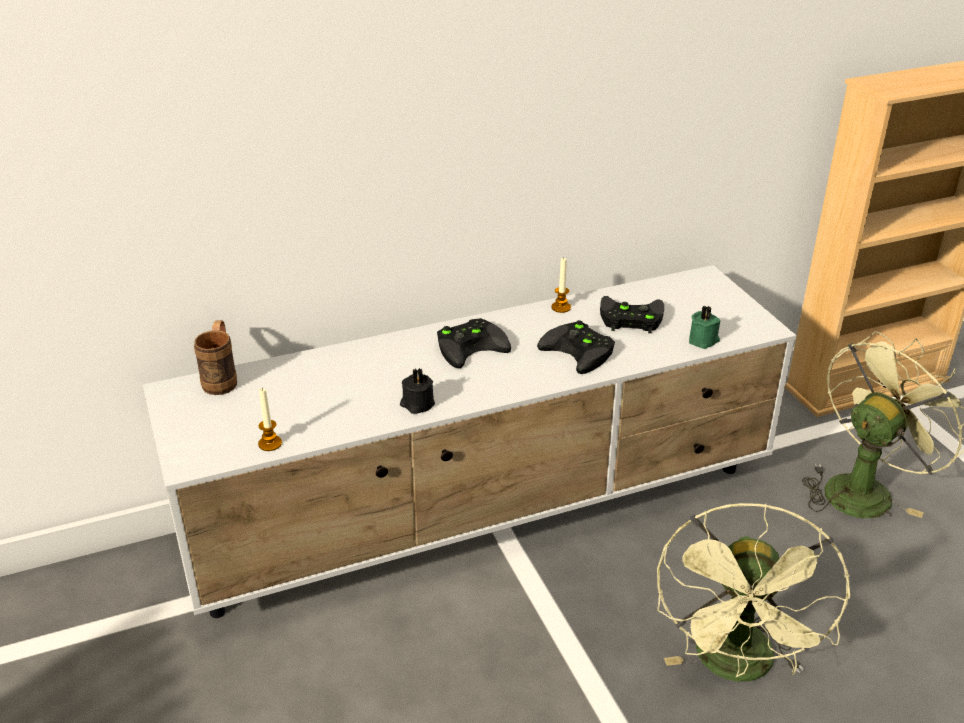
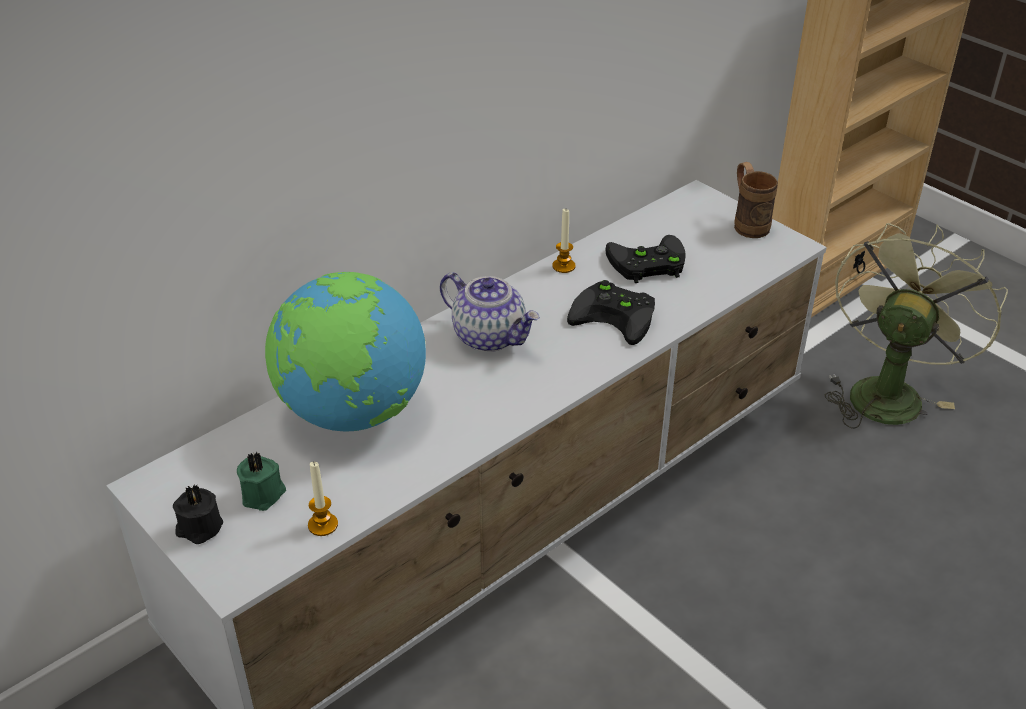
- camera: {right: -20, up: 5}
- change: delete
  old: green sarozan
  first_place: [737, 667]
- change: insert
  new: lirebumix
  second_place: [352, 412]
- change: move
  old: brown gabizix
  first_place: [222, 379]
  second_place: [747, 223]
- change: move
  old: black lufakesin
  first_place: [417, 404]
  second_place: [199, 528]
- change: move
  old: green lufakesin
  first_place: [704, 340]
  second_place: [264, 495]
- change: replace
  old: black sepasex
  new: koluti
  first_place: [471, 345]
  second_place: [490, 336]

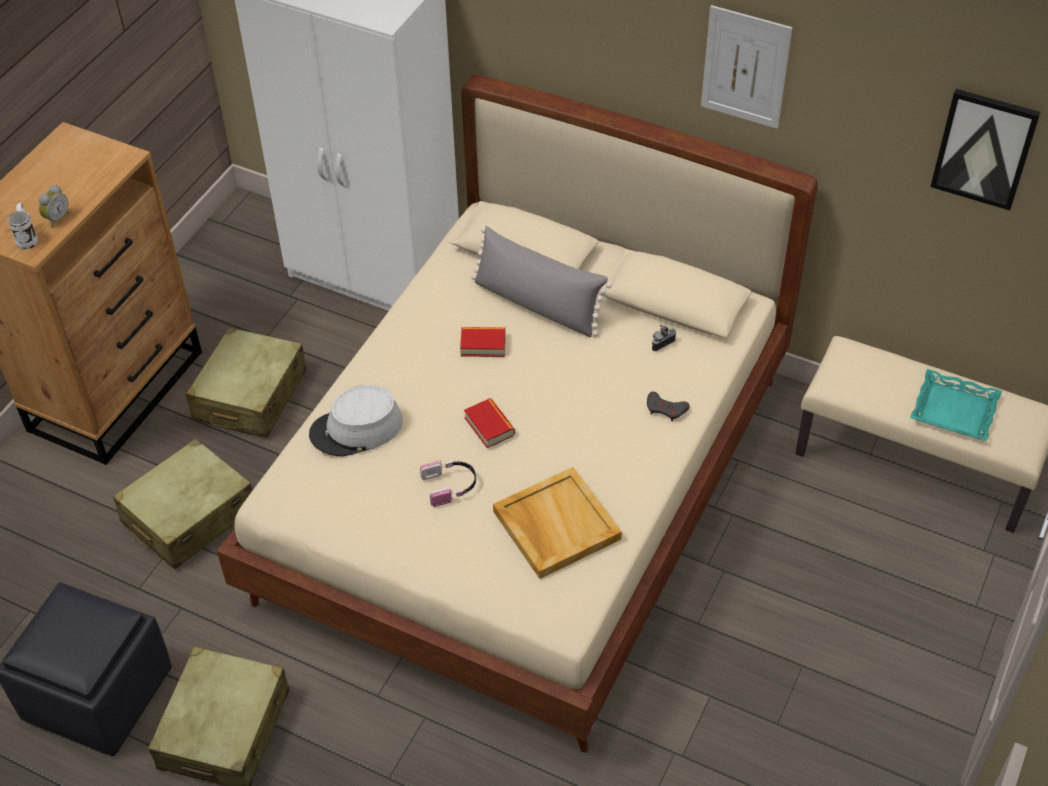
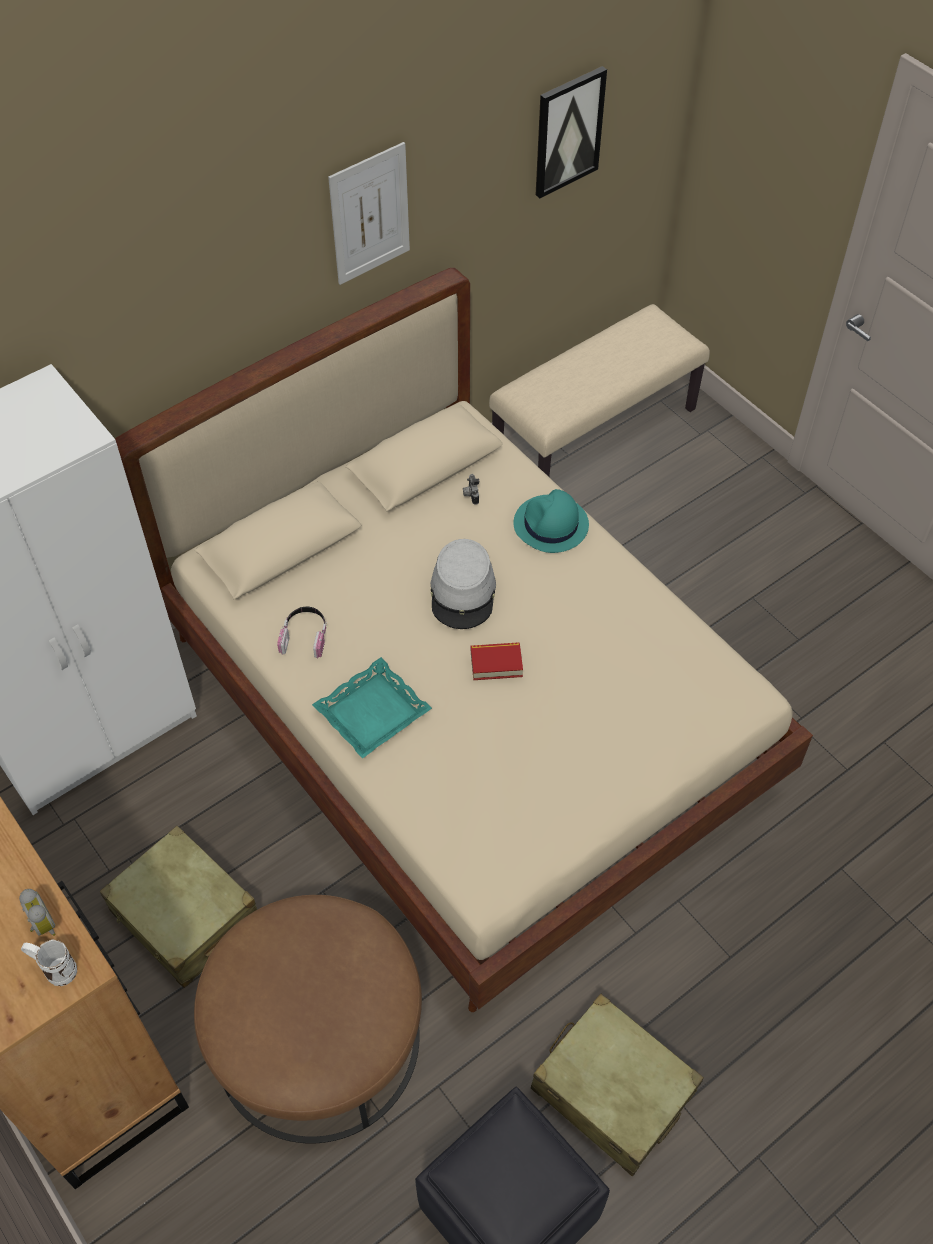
- camera: {right: -65, up: 5}
- change: delete
  old: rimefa
  first_place: [483, 345]
- change: delete
  old: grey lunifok
  first_place: [537, 304]
- change: delete
  old: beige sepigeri
  first_place: [555, 525]
- change: move
  old: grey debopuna
  first_place: [356, 429]
  second_place: [463, 592]
- change: move
  old: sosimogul
  first_place: [450, 486]
  second_place: [305, 636]
- change: move
  old: turquoise sepigeri
  first_place: [953, 411]
  second_place: [373, 713]
- change: replace
  old: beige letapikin
  new: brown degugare
  first_place: [188, 516]
  second_place: [318, 1038]
- change: replace
  old: grey sepasex
  new: turquoise debopuna
  first_place: [666, 409]
  second_place: [550, 525]

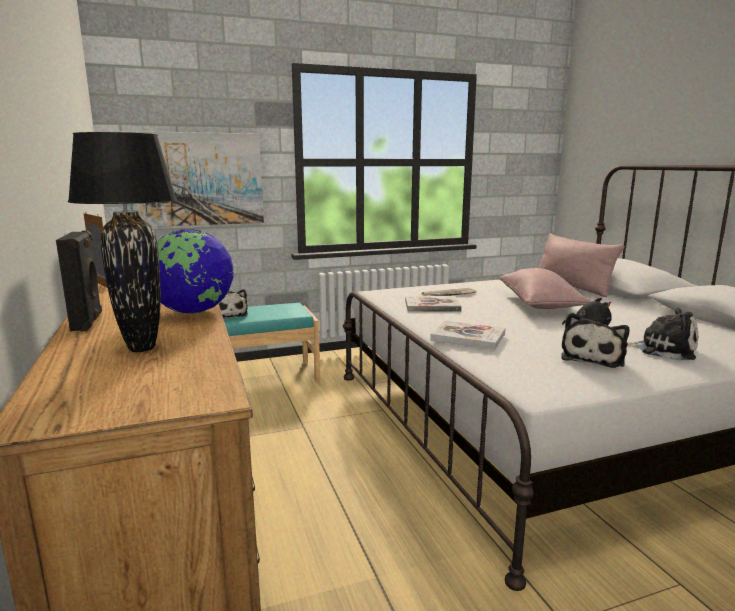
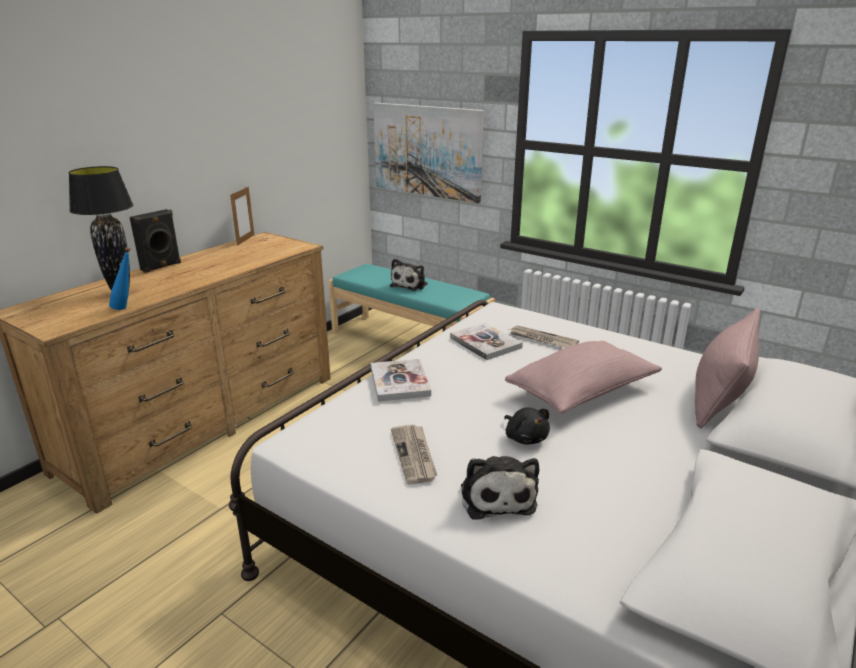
- camera: {right: 55, up: 10}
- change: delete
  old: lirebumix
  first_place: [193, 312]
- change: insert
  new: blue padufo
  second_place: [127, 308]
- change: replace
  old: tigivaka
  new: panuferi
  first_place: [593, 357]
  second_place: [414, 455]

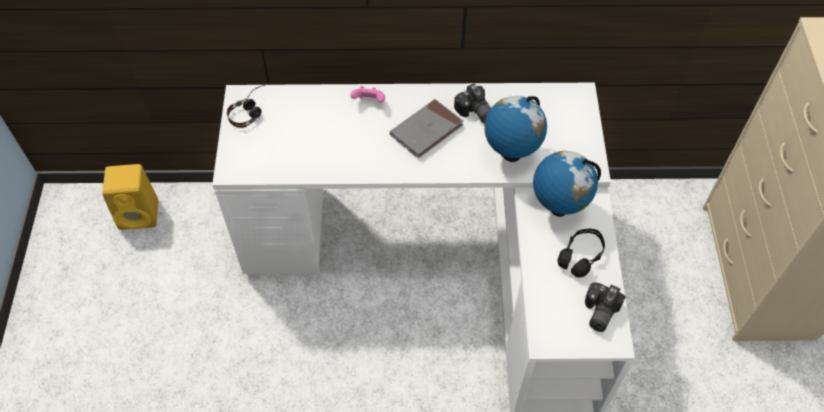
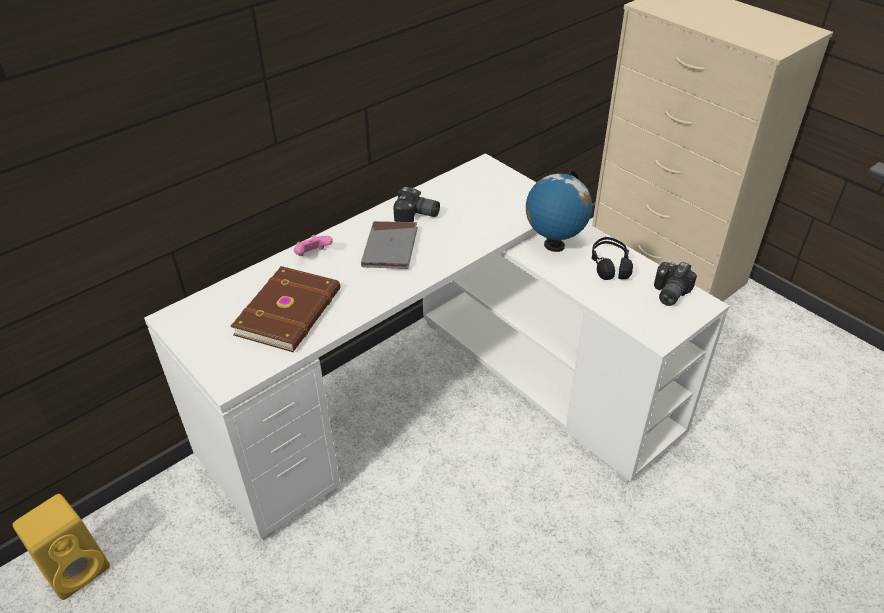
- camera: {right: -40, up: -15}
- change: delete
  old: sosimogul
  first_place: [251, 111]
- change: delete
  old: lirebumix
  first_place: [511, 154]
- change: insert
  new: brown rimefa
  second_place: [290, 312]
- change: rotate
  old: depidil
  first_place: [598, 312]
  second_place: [668, 293]
  degrees: 45

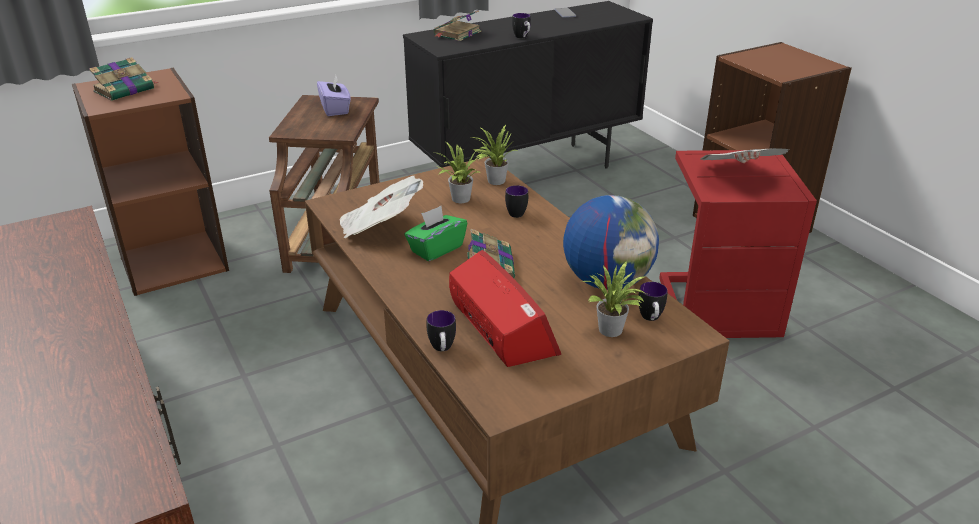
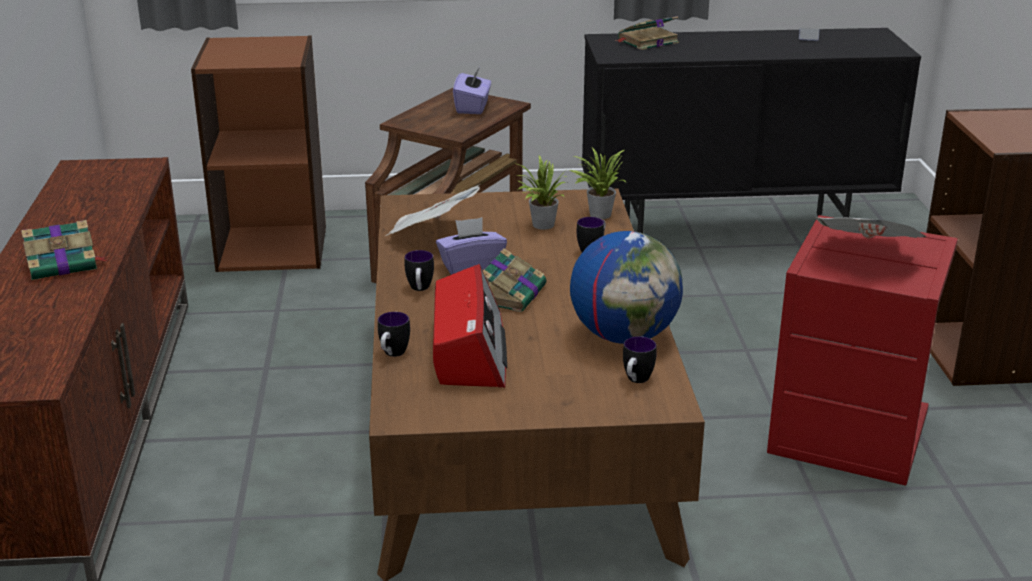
- camera: {right: 25, up: -5}
- change: delete
  old: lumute
  first_place: [612, 331]
- change: move
  old: rimefa
  first_place: [125, 90]
  second_place: [64, 264]
- change: move
  old: gabizix
  first_place: [522, 37]
  second_place: [419, 289]
- change: recolor
  old: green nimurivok
  new: purple nimurivok
  first_place: [436, 249]
  second_place: [471, 266]

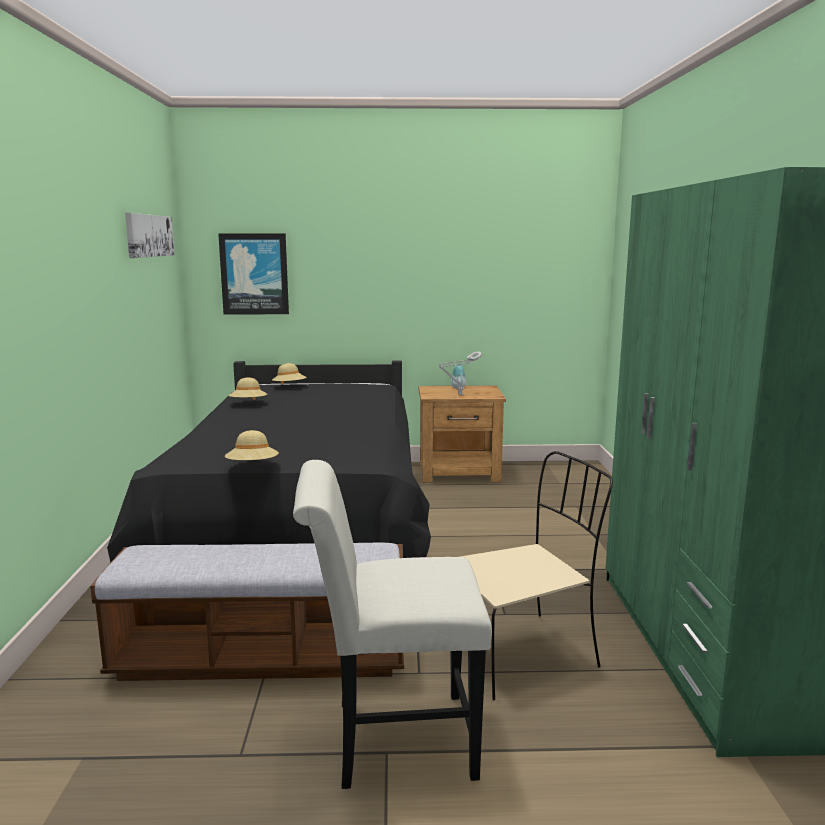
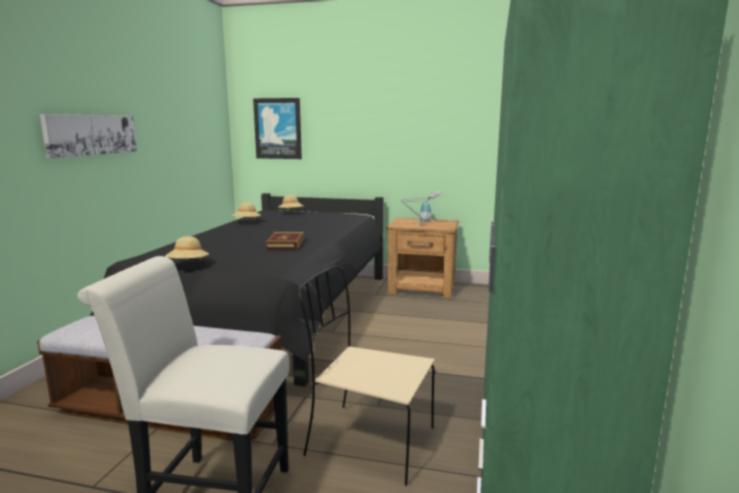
- camera: {right: 15, up: 0}
- change: insert
  new: rimefa
  second_place: [285, 243]
- change: move
  old: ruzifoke
  first_place: [149, 235]
  second_place: [91, 134]
- change: rotate
  old: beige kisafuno
  first_place: [522, 653]
  second_place: [367, 441]
  degrees: -150

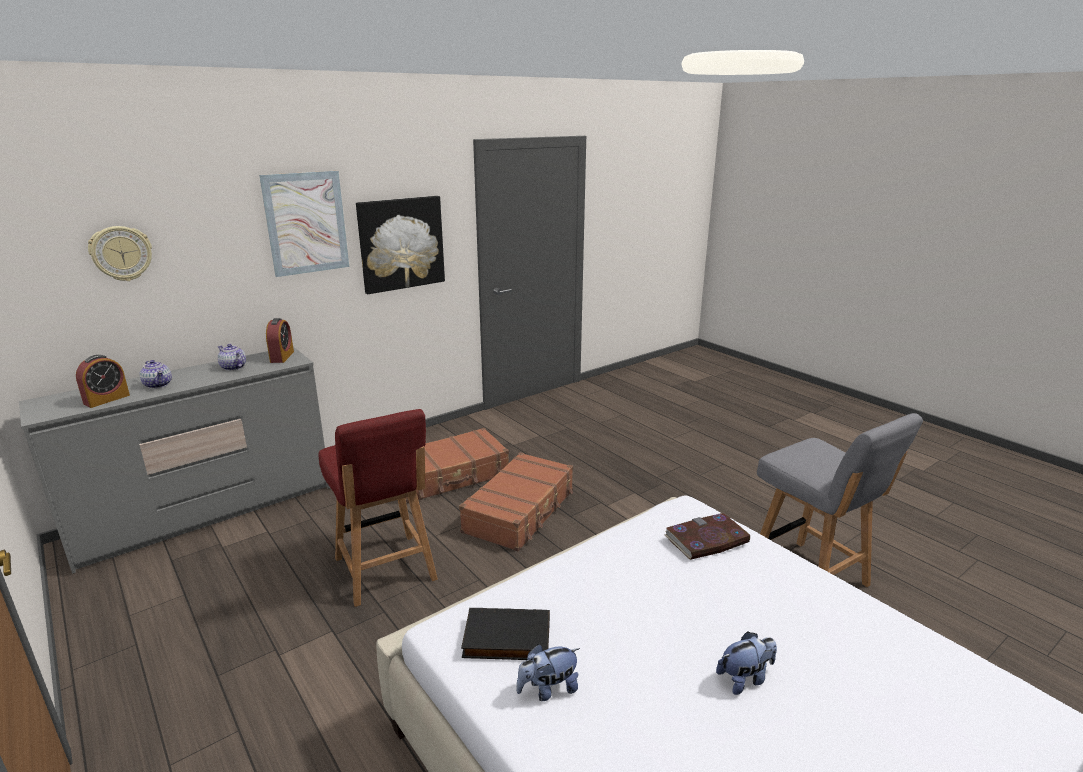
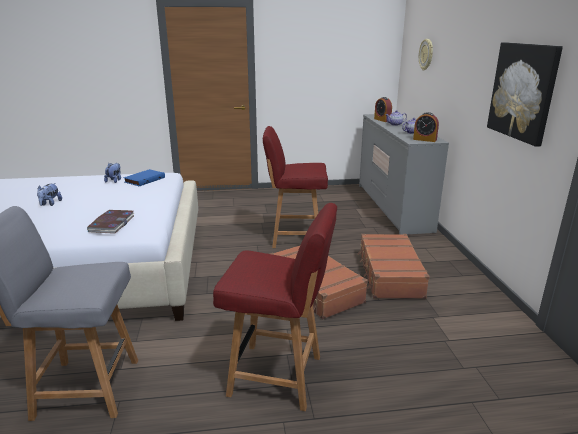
- camera: {right: 120, up: 0}
- change: delete
  old: ruzifoke
  first_place: [306, 223]
- change: insert
  new: red kisafuno
  second_place: [278, 376]
- change: recolor
  old: black rimefa
  new: blue rimefa
  first_place: [506, 640]
  second_place: [144, 179]

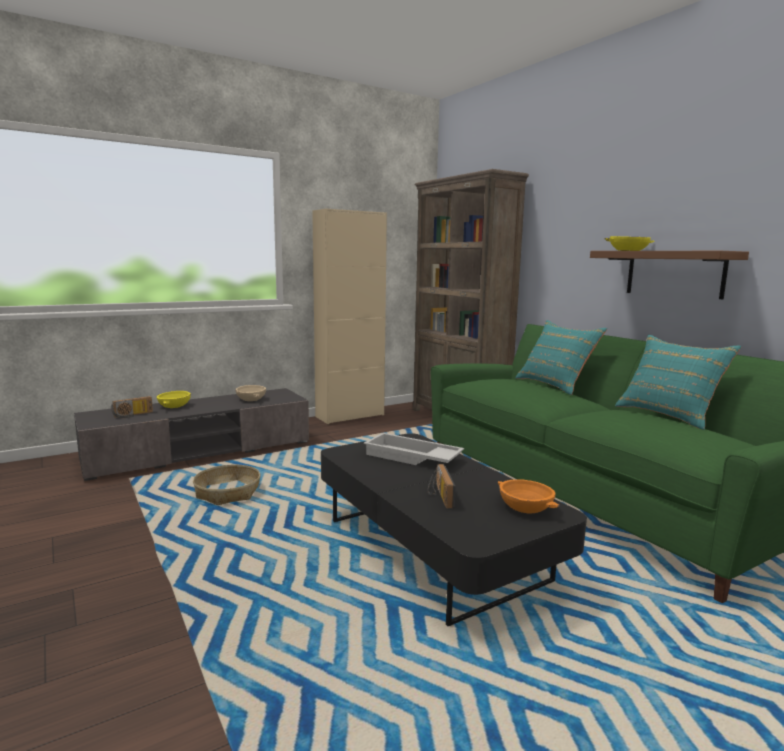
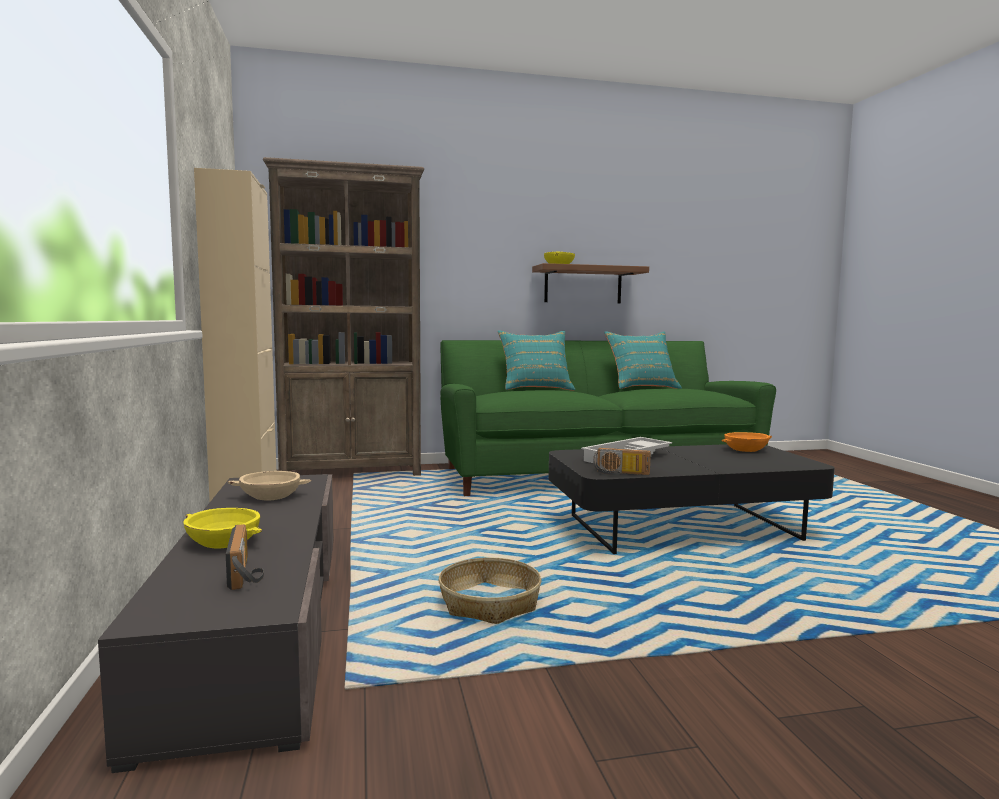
- camera: {right: -70, up: -5}
- change: move
  old: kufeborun
  first_place: [439, 496]
  second_place: [620, 473]

